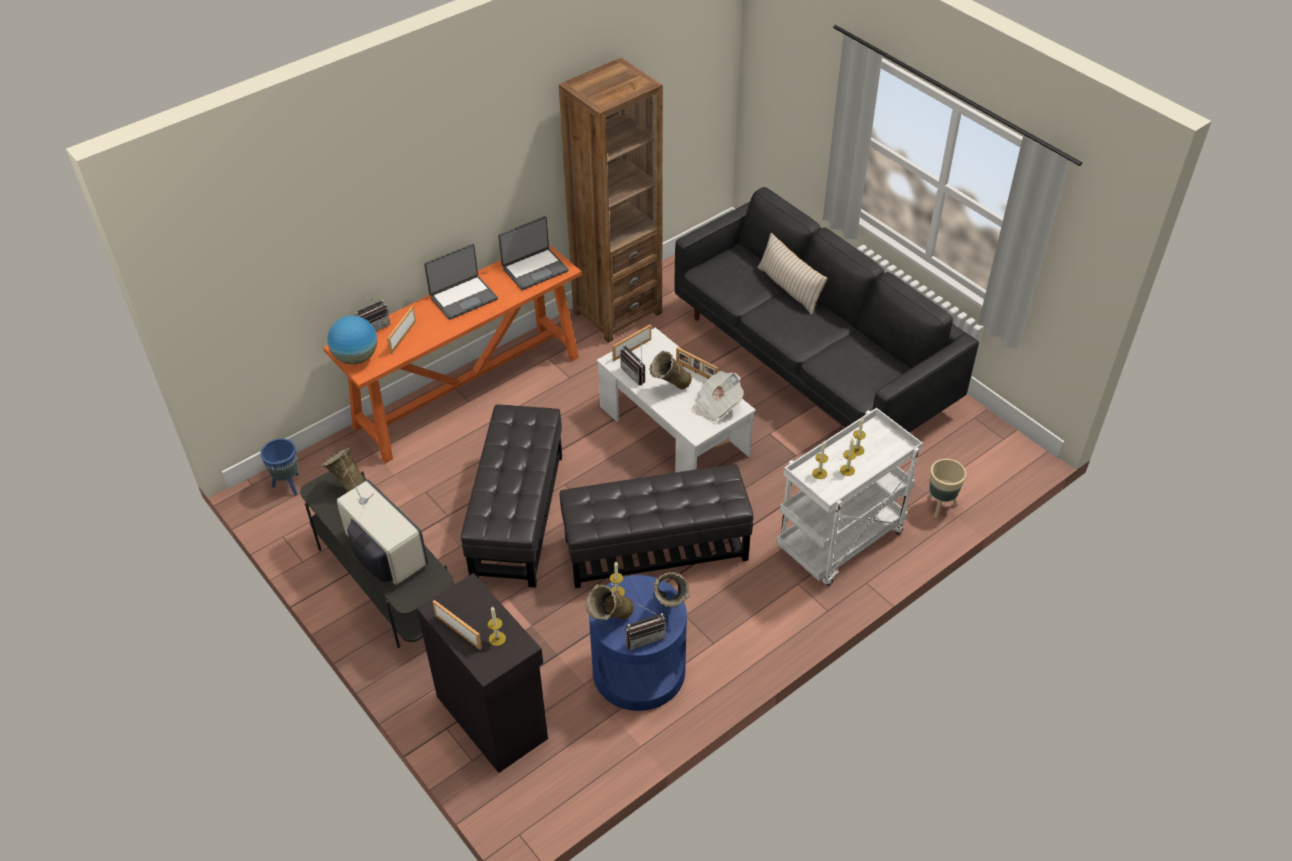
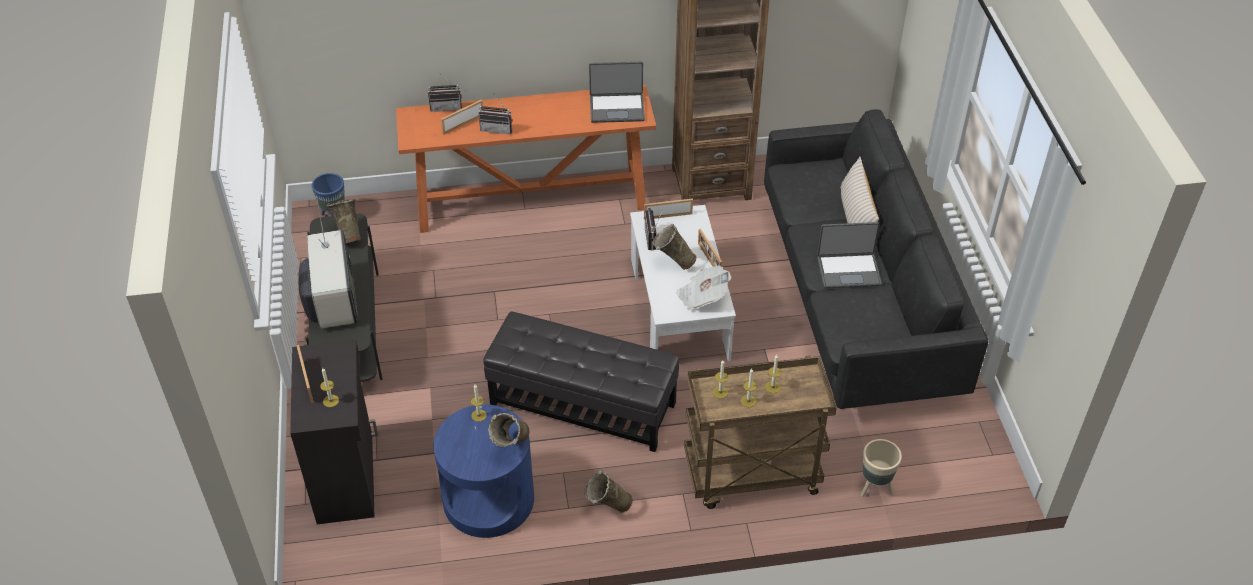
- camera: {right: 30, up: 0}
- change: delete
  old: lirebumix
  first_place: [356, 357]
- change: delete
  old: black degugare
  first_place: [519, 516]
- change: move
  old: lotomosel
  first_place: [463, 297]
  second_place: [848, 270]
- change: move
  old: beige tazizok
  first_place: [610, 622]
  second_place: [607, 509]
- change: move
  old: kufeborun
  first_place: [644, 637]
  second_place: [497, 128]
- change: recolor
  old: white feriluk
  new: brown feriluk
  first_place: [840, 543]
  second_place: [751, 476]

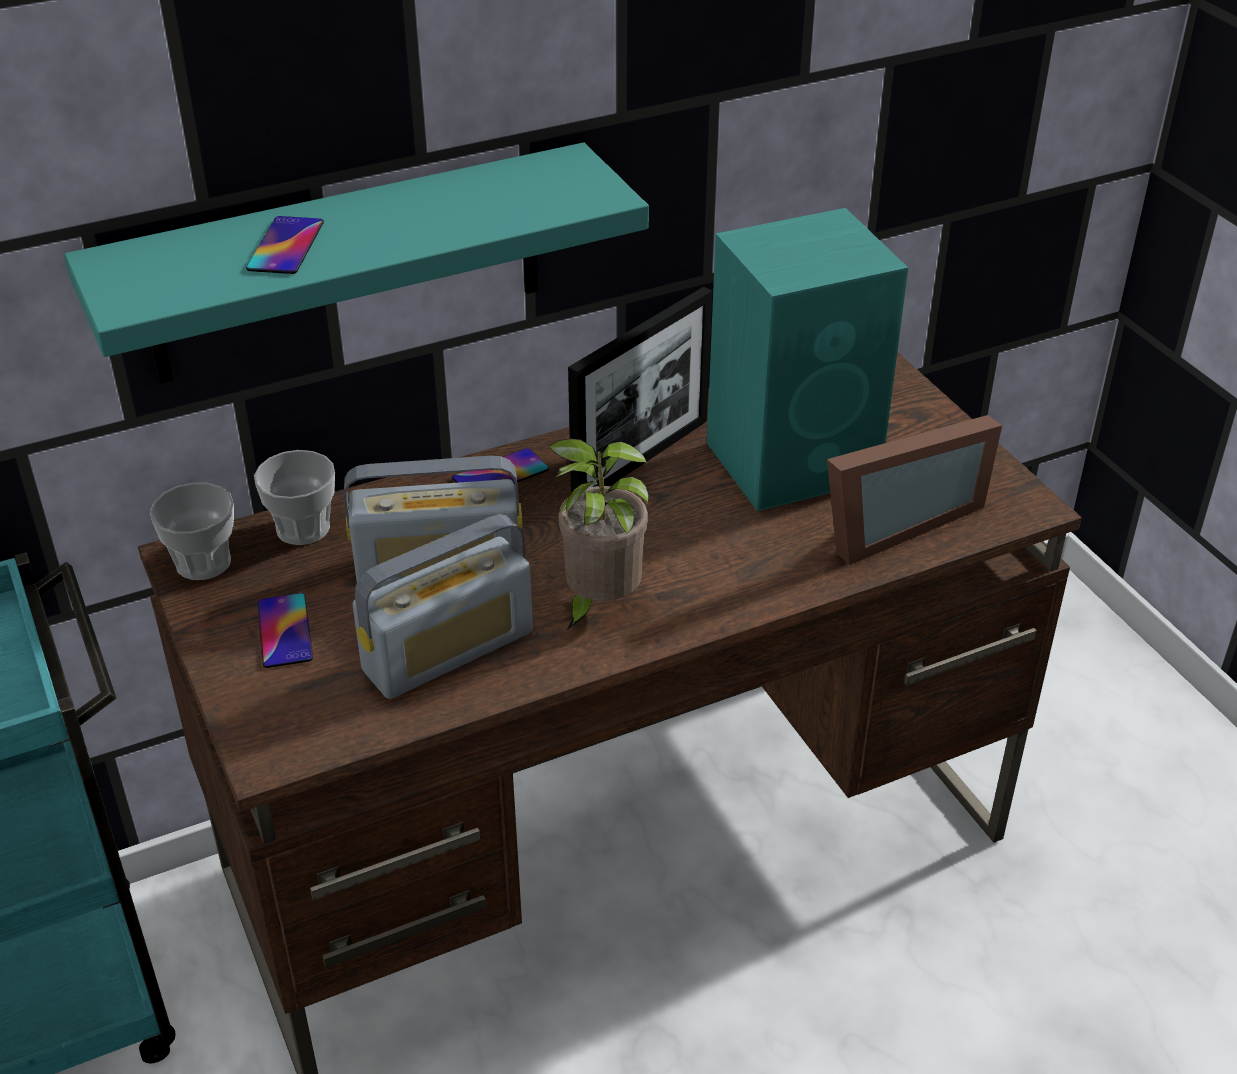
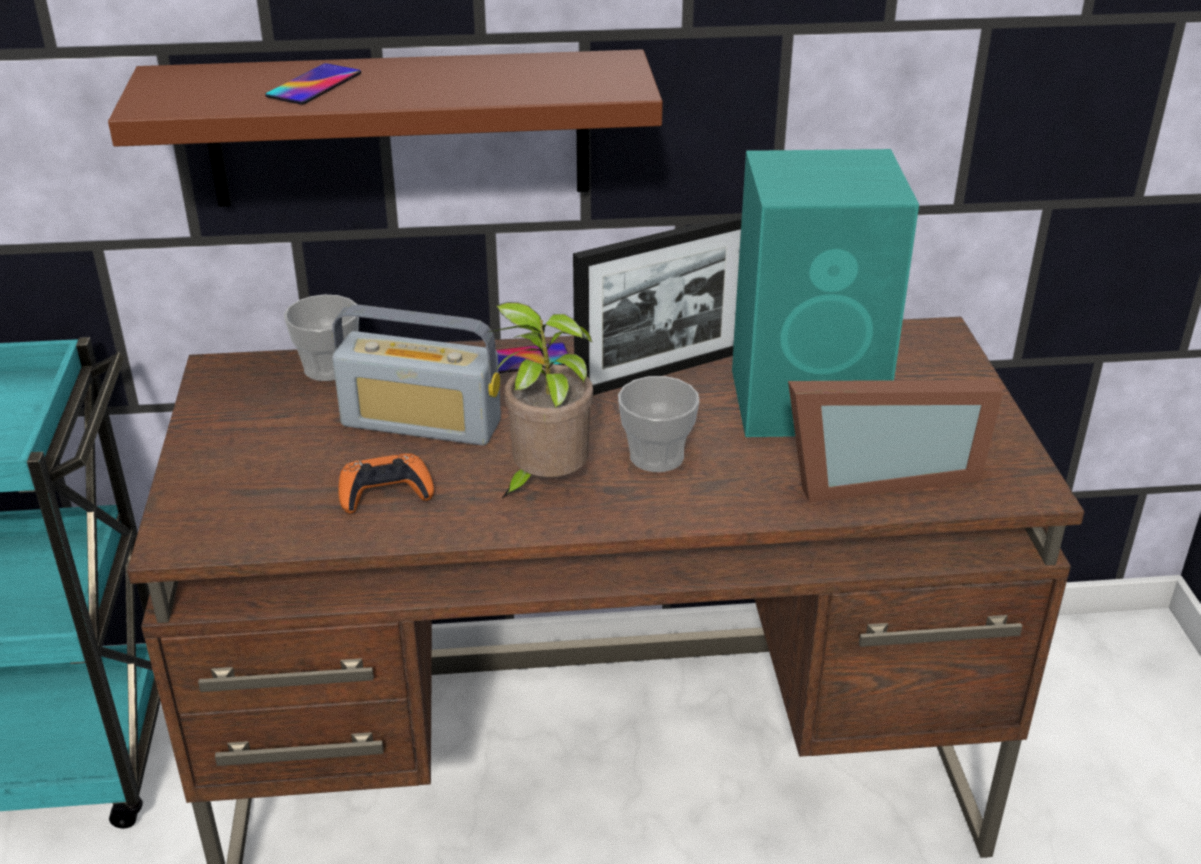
- camera: {right: 20, up: -5}
- change: delete
  old: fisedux
  first_place: [284, 631]
- change: move
  old: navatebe
  first_place: [203, 562]
  second_place: [656, 456]
- change: replace
  old: kufeborun
  new: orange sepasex
  first_place: [449, 651]
  second_place: [385, 492]
- change: recolor
  old: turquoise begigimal
  new: brown begigimal
  first_place: [346, 265]
  second_place: [400, 129]

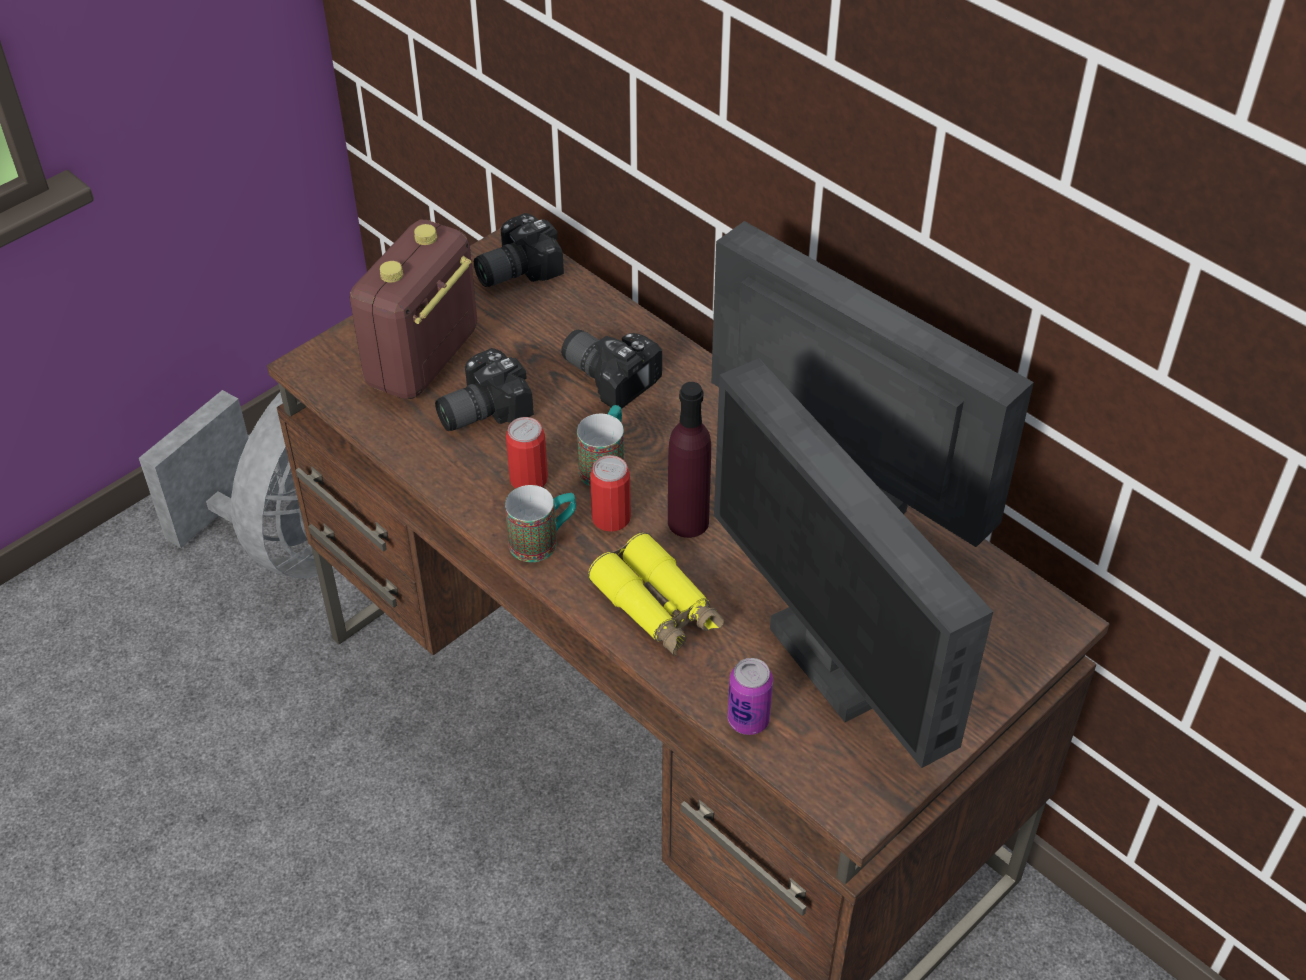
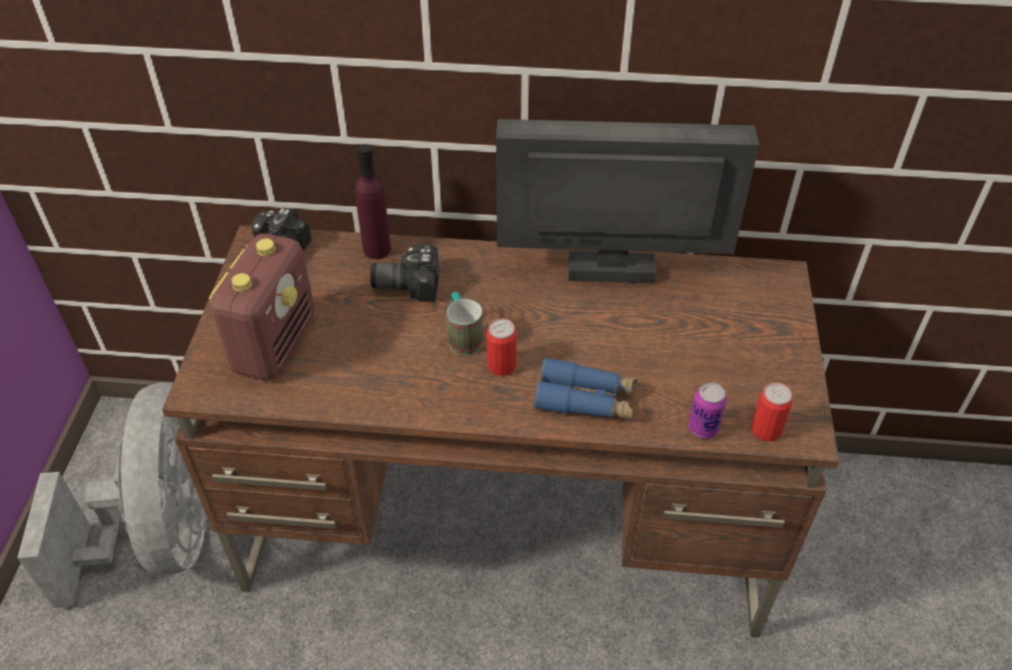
- camera: {right: -40, up: 0}
- change: delete
  old: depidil
  first_place: [479, 409]
- change: delete
  old: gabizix
  first_place: [543, 541]
- change: delete
  old: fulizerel
  first_place: [829, 663]
- change: move
  old: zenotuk
  first_place: [528, 479]
  second_place: [766, 430]
- change: move
  old: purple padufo
  first_place: [688, 521]
  second_place: [377, 249]
- change: recolor
  old: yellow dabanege
  new: blue dabanege
  first_place: [658, 607]
  second_place: [585, 399]
- change: rotate
  old: kufeborun
  first_place: [422, 360]
  second_place: [274, 342]
  degrees: -150

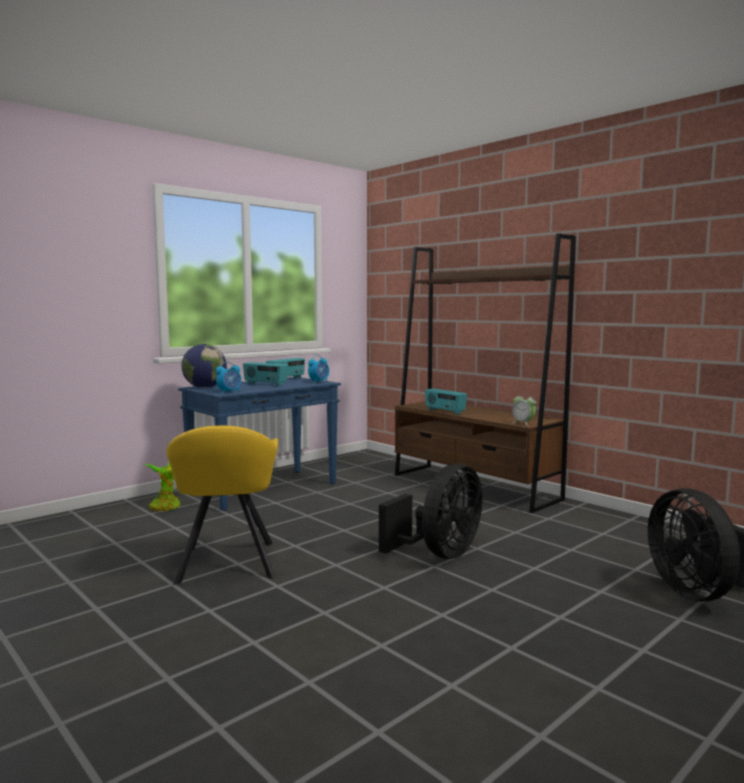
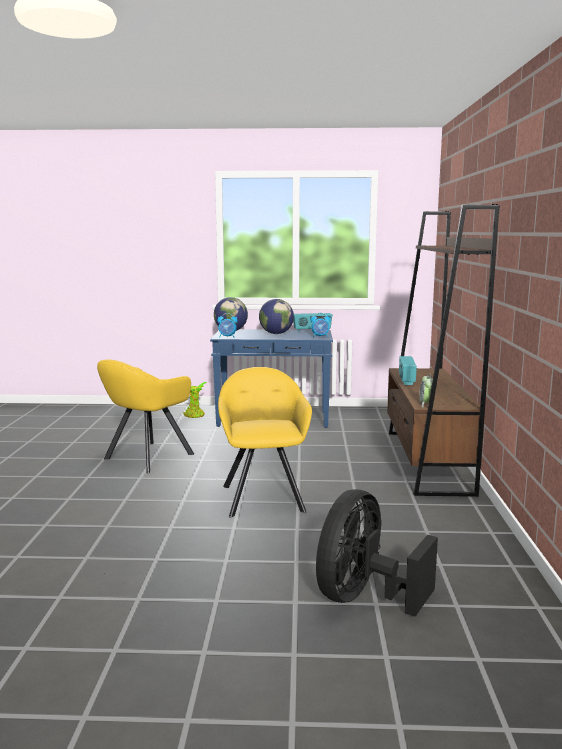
- camera: {right: 45, up: 5}
- change: replace
  old: kufeborun
  new: lirebumix
  first_place: [265, 384]
  second_place: [276, 333]
- change: replace
  old: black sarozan
  new: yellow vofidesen
  first_place: [440, 554]
  second_place: [263, 496]

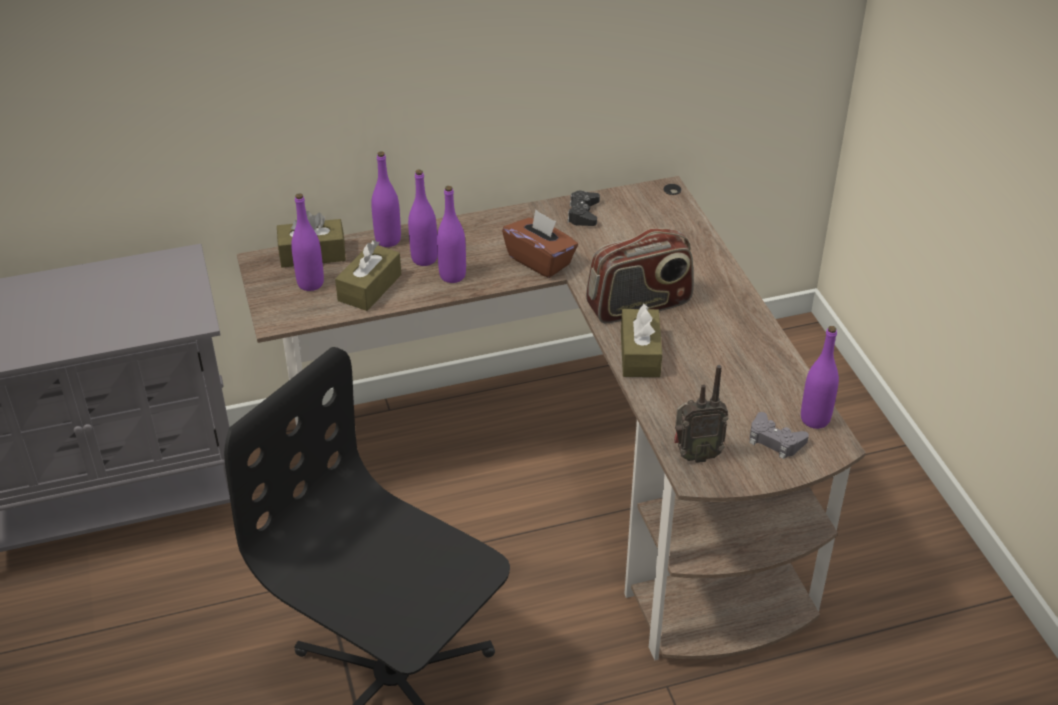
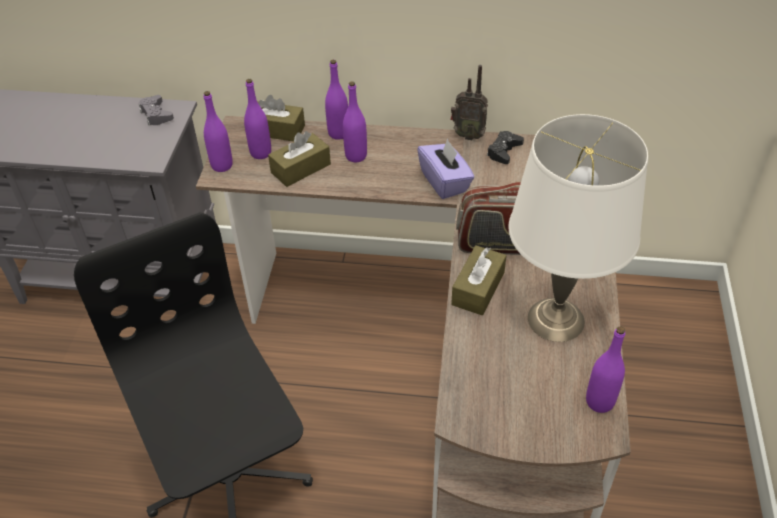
- camera: {right: 25, up: 5}
- change: insert
  new: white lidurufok
  second_place: [557, 320]
- change: move
  old: purple padufo
  first_place: [452, 275]
  second_place: [222, 165]
- change: move
  old: kufeborun
  first_place: [695, 455]
  second_place: [468, 135]
- change: move
  old: grey sepasex
  first_place: [775, 440]
  second_place: [156, 114]
- change: recolor
  old: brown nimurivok
  new: purple nimurivok
  first_place: [540, 260]
  second_place: [445, 182]

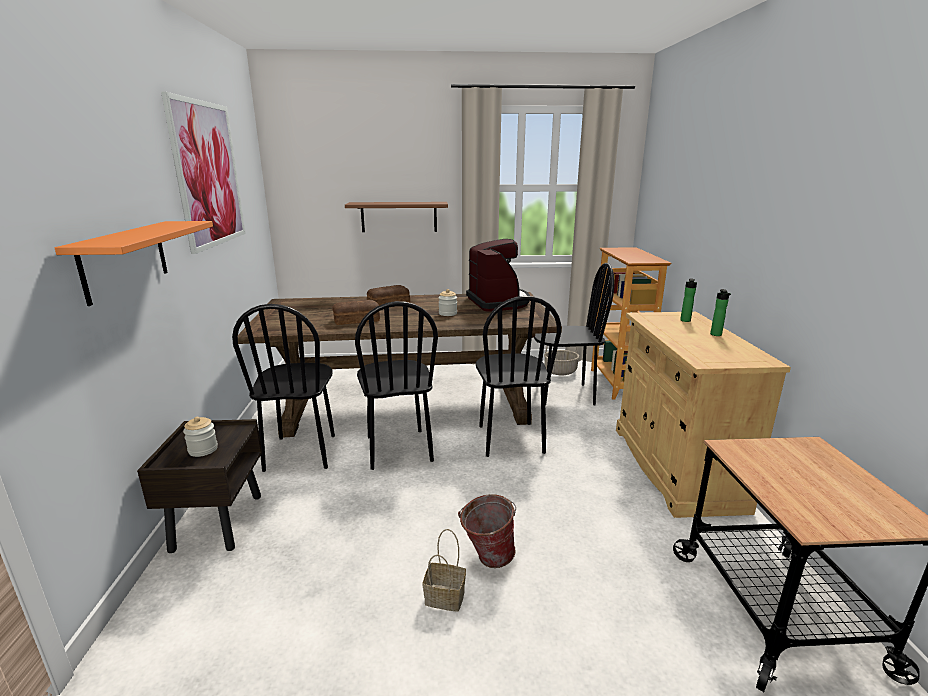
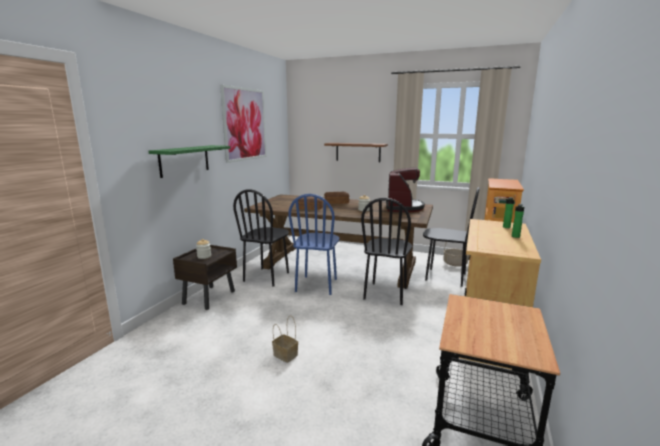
- camera: {right: 25, up: -5}
- change: delete
  old: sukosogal
  first_place: [487, 557]
- change: recolor
  old: orange begigimal
  new: green begigimal
  first_place: [125, 260]
  second_place: [184, 160]
- change: recolor
  old: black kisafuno
  new: blue kisafuno
  first_place: [398, 449]
  second_place: [317, 285]

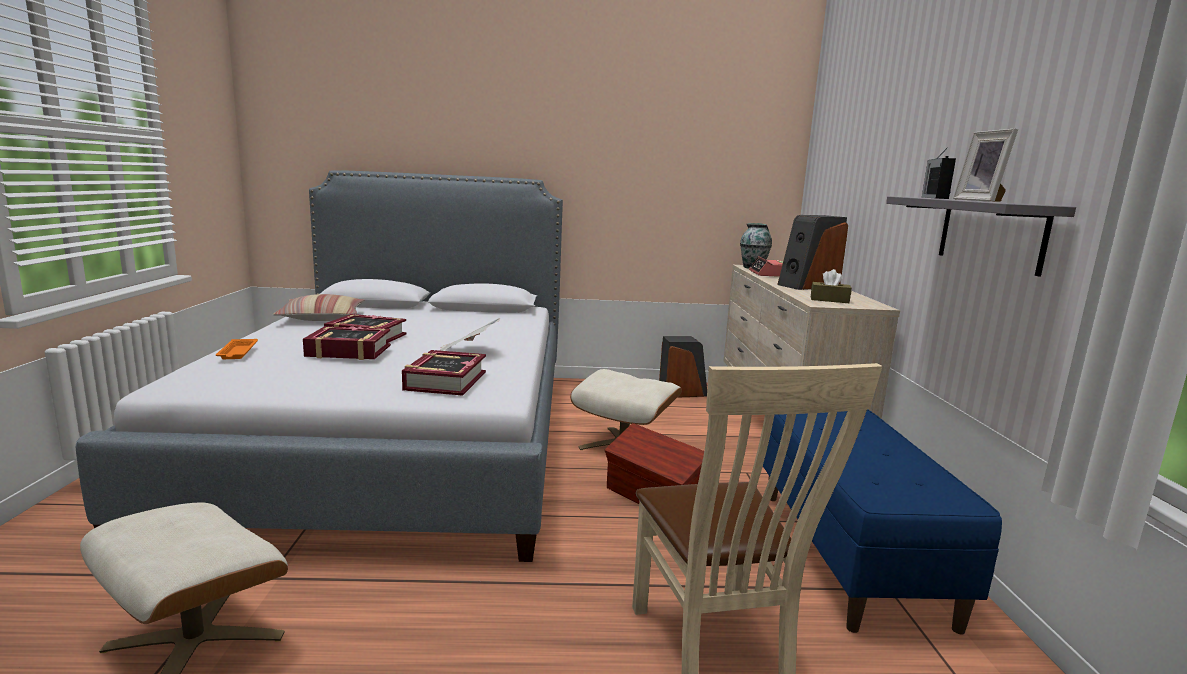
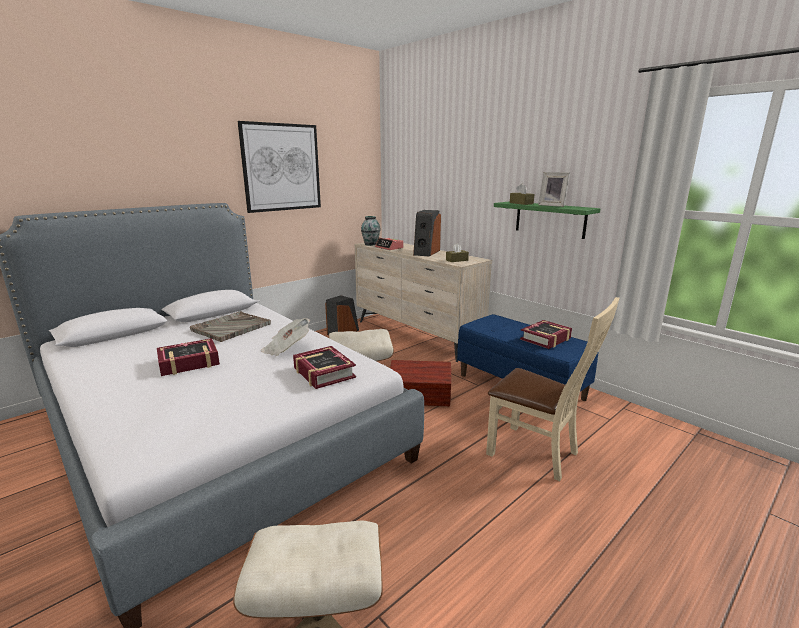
- camera: {right: -40, up: 5}
- change: delete
  old: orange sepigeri
  first_place: [237, 352]
- change: delete
  old: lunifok
  first_place: [322, 318]
- change: insert
  new: grey sepigeri
  second_place: [230, 327]
- change: insert
  new: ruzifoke
  second_place: [281, 167]
- change: move
  old: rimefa
  first_place: [348, 351]
  second_place: [545, 339]
- change: replace
  old: kufeborun
  new: brown nimurivok
  first_place: [934, 198]
  second_place: [521, 203]
- change: recolor
  old: grey begigimal
  new: green begigimal
  first_place: [990, 233]
  second_place: [550, 219]

